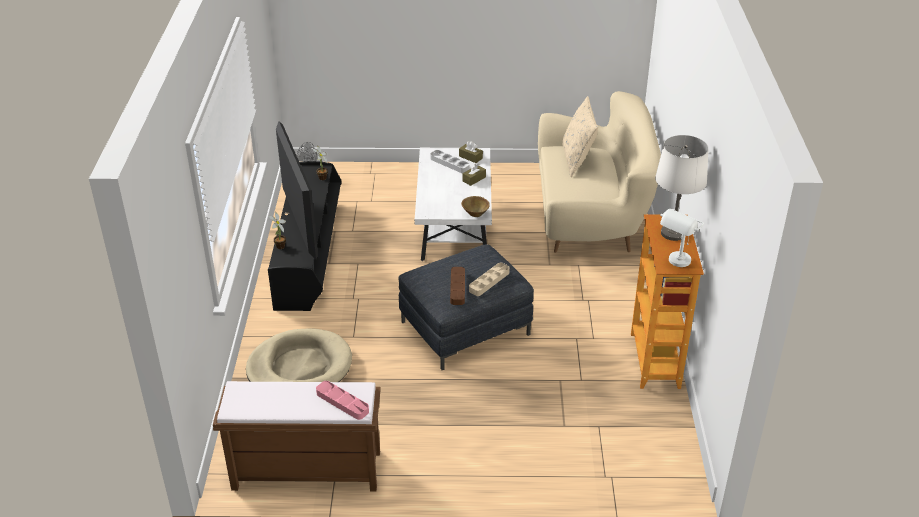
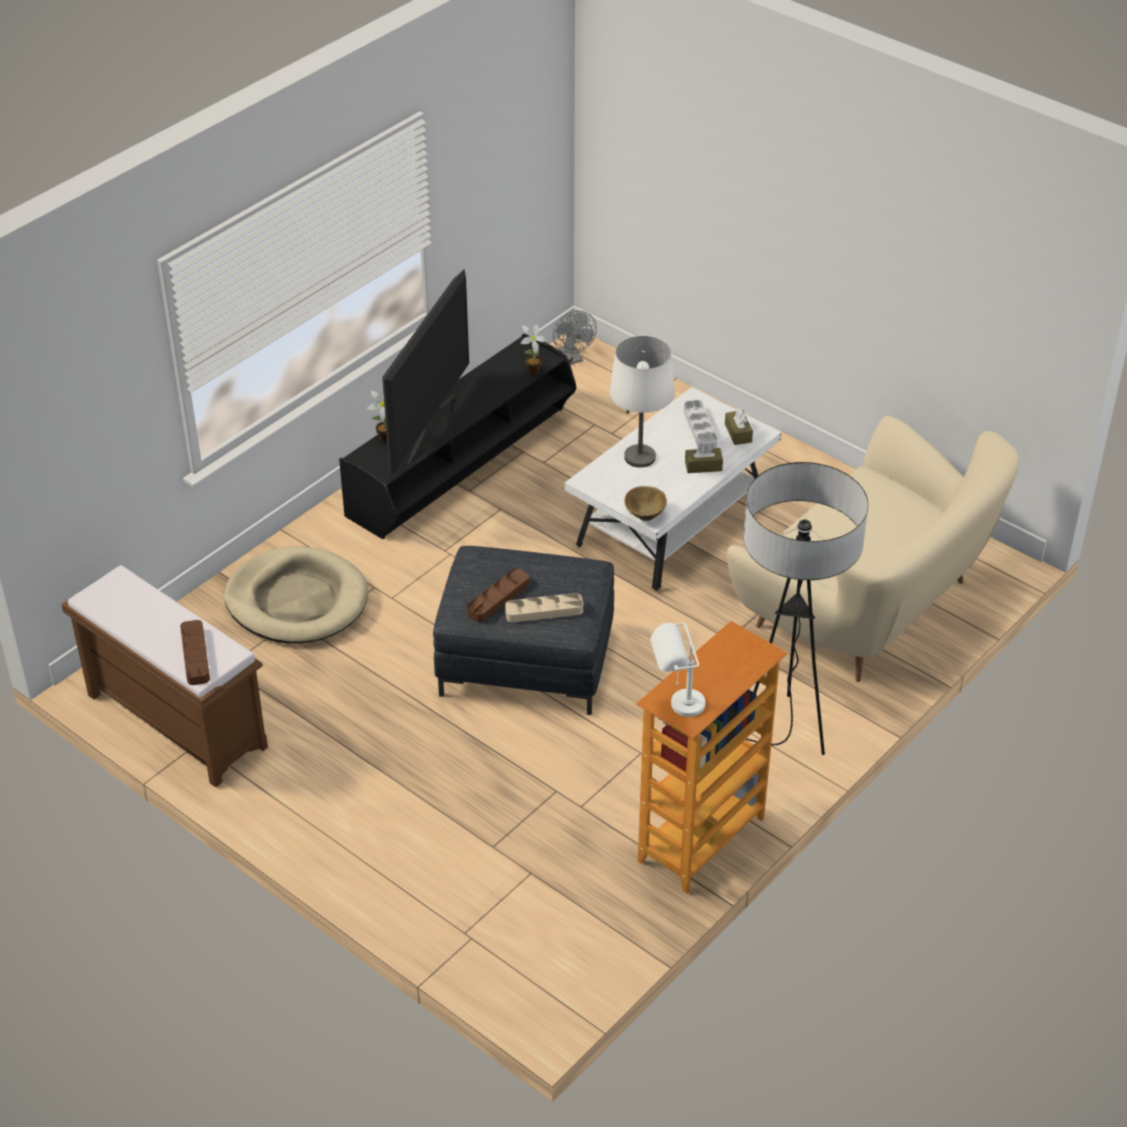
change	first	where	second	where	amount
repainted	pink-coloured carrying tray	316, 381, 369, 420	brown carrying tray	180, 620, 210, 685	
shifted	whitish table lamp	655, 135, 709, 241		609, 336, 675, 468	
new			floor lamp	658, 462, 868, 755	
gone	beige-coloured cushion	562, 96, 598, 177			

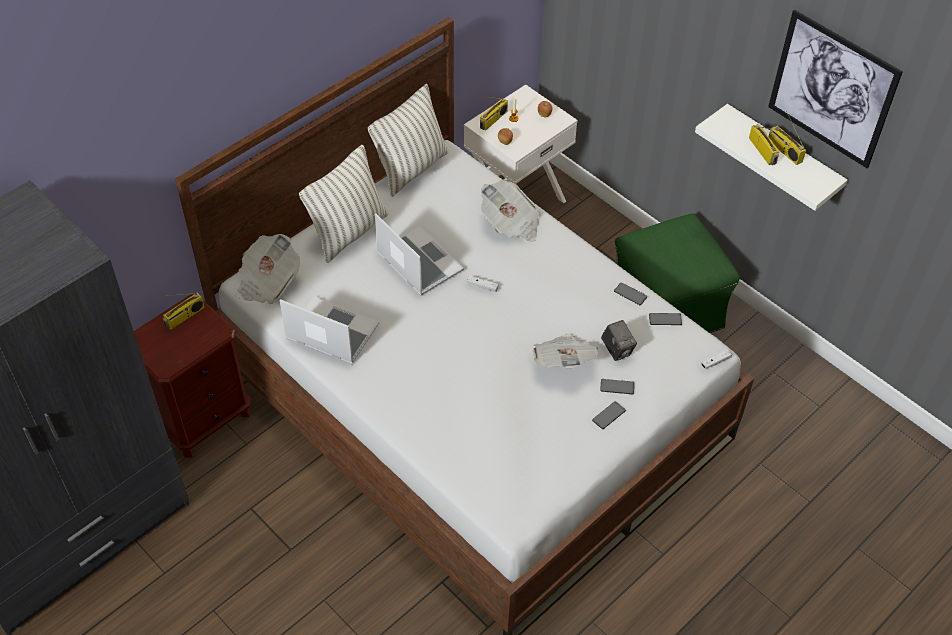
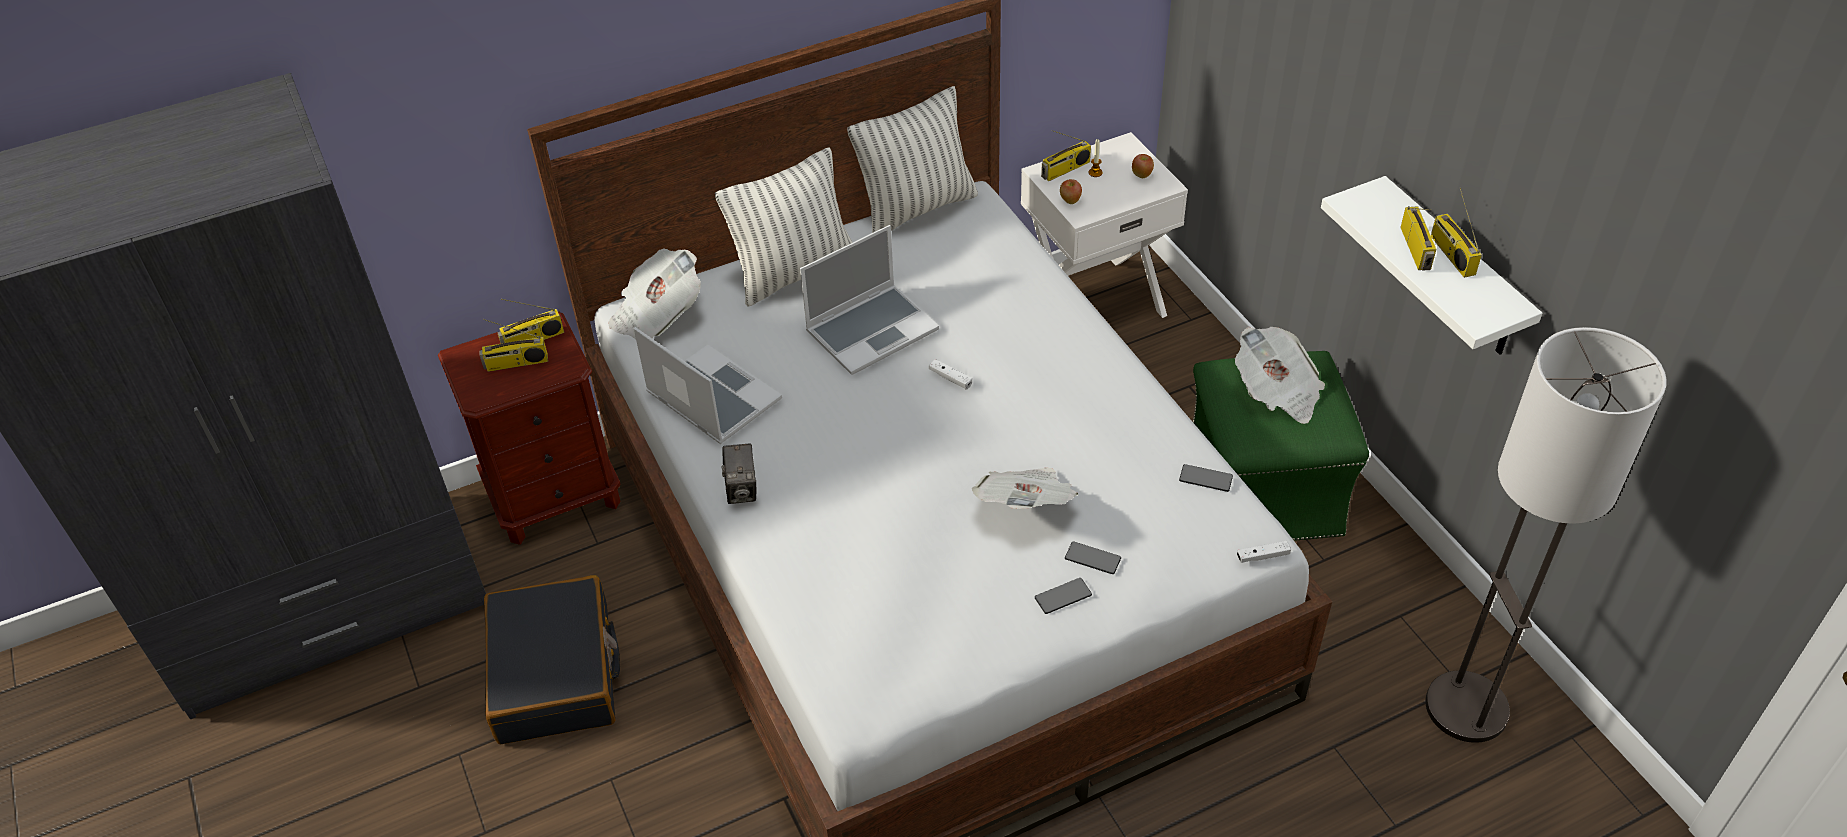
change	first	where	second	where	amount
new			radio set	479, 319, 548, 372	
new			black piece of luggage	484, 575, 620, 744	
shifted	still camera	601, 320, 637, 361		722, 444, 756, 504	
rotated	notebook computer	375, 213, 464, 296		800, 225, 939, 375	75 degrees clockwise
shifted	printed paper	481, 181, 541, 242		1235, 327, 1325, 424	
new			floor lamp	1425, 327, 1667, 743	
gone	handset	614, 282, 647, 305			
gone	wall picture	768, 10, 903, 168			

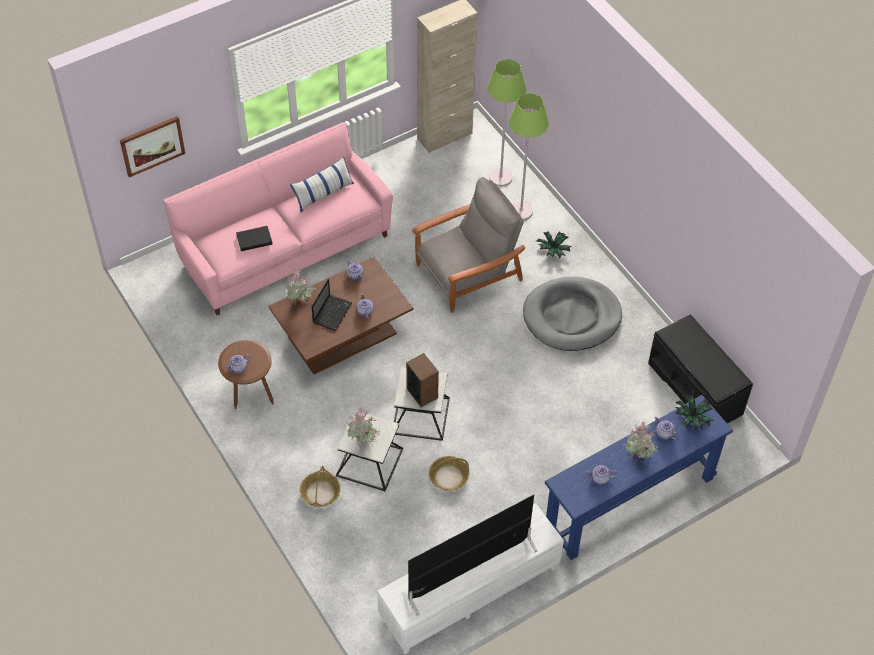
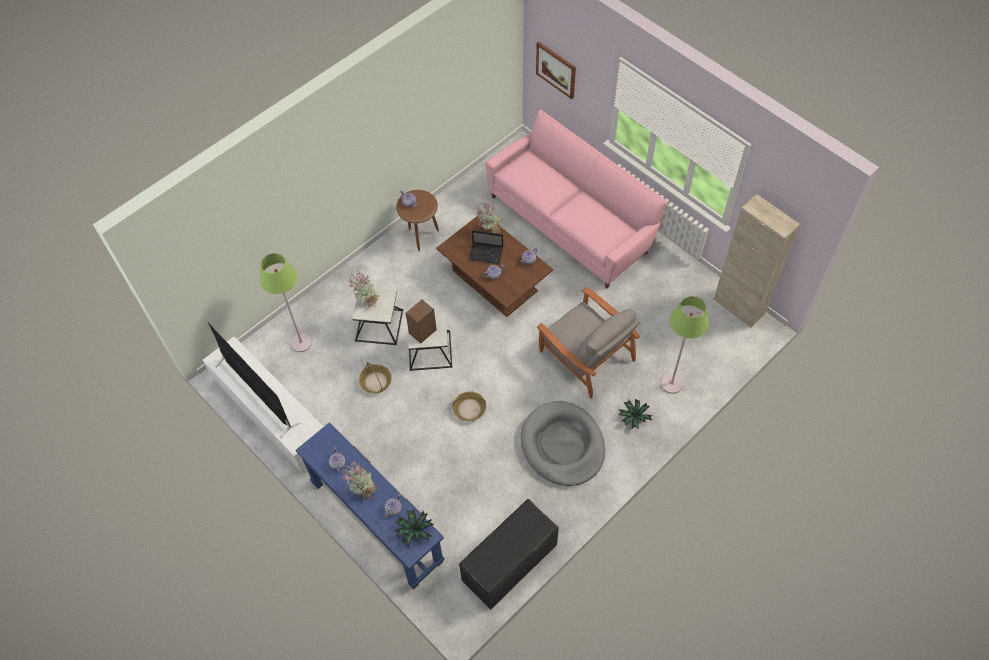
change	first	where	second	where	amount
shifted	greenish floor lamp	487, 59, 527, 186		260, 253, 312, 352	
shifted	storage basket	300, 466, 341, 507		452, 391, 486, 421	
gone	black volume	236, 226, 273, 251			
gone	cushion	290, 156, 354, 212			

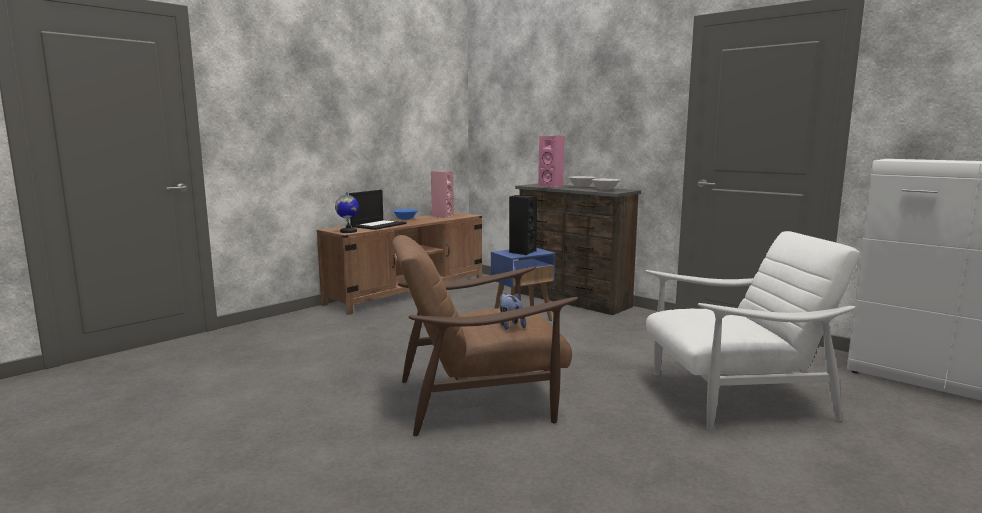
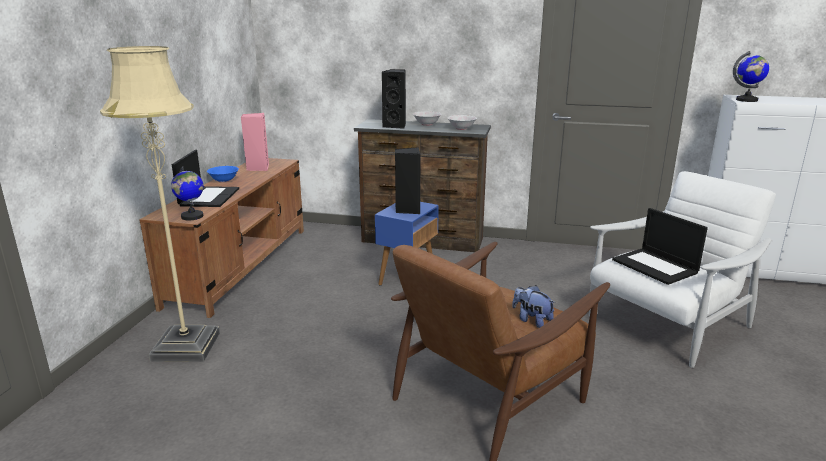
change	first	where	second	where	amount
new			beige-coloured floor lamp	100, 46, 220, 362	
repainted	pink-coloured loudspeaker	538, 136, 565, 188	black loudspeaker	382, 69, 406, 129	
new			notebook computer	612, 208, 708, 285	
new			globe	733, 51, 769, 102	

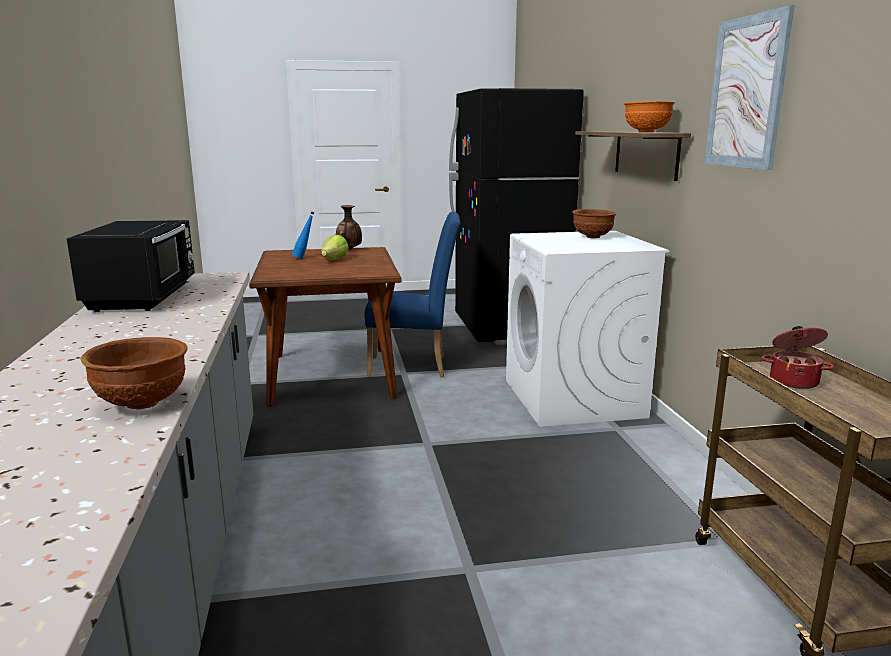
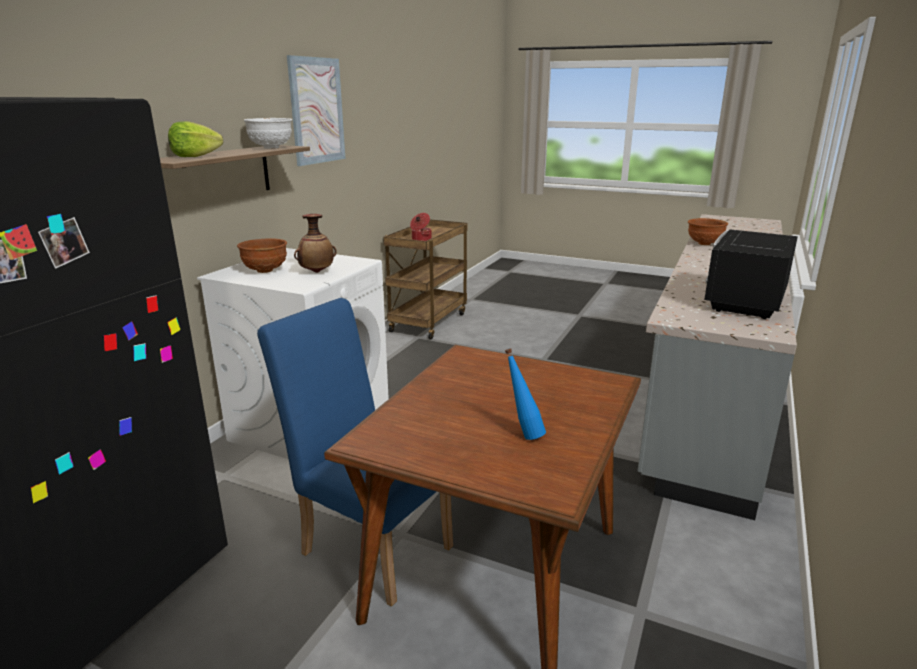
change	first	where	second	where	amount
shifted	head of lettuce	321, 234, 349, 260		168, 121, 223, 157	
repainted	orange-coloured bowl	624, 101, 675, 132	whitish bowl	244, 118, 292, 149	
shifted	flower vase	336, 205, 362, 250		294, 214, 337, 273	

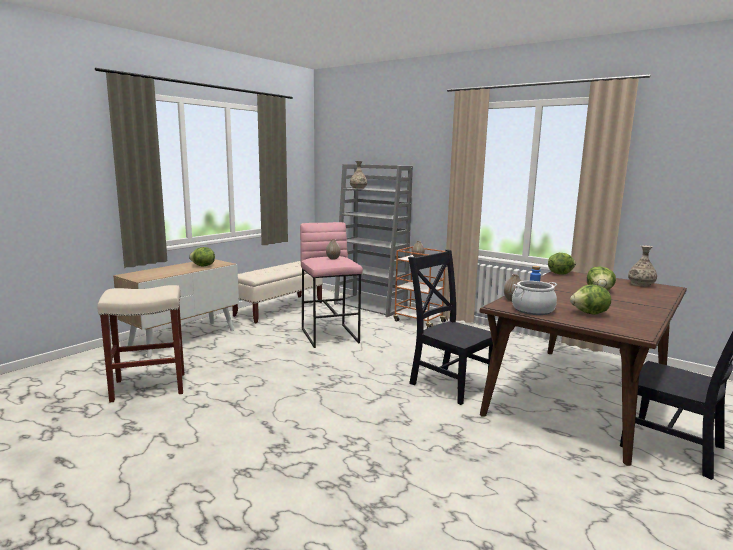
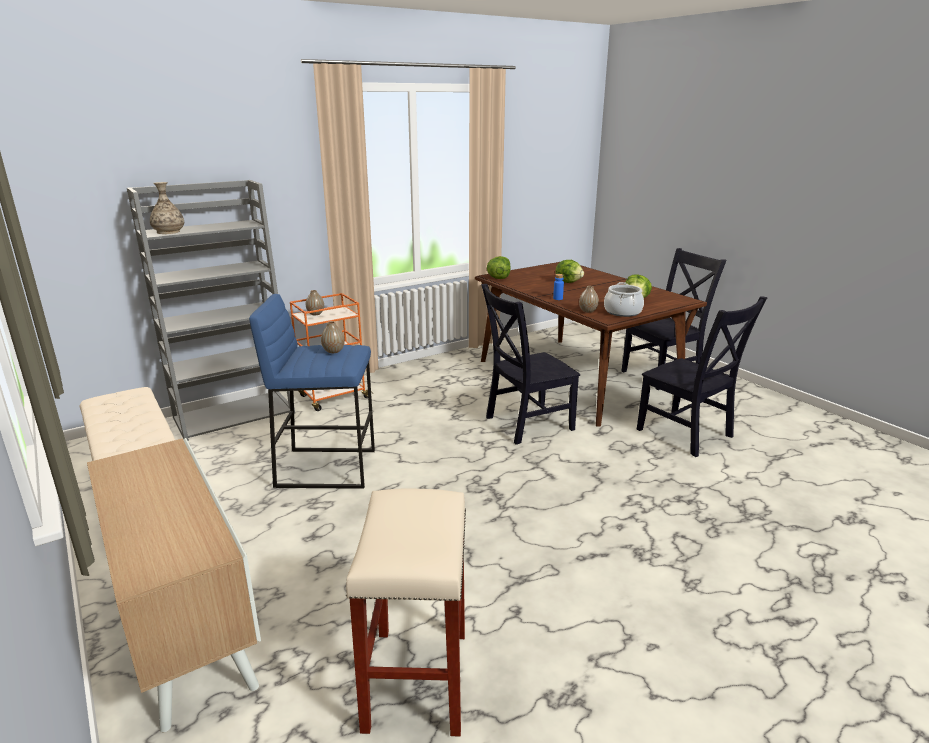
change	first	where	second	where	amount
repainted	pink-coloured stool seat	300, 222, 363, 348	blue stool seat	249, 294, 375, 489	
new			black upright chair	637, 296, 768, 457	
gone	head of lettuce	189, 247, 215, 267			
gone	flower vase	628, 245, 657, 287			

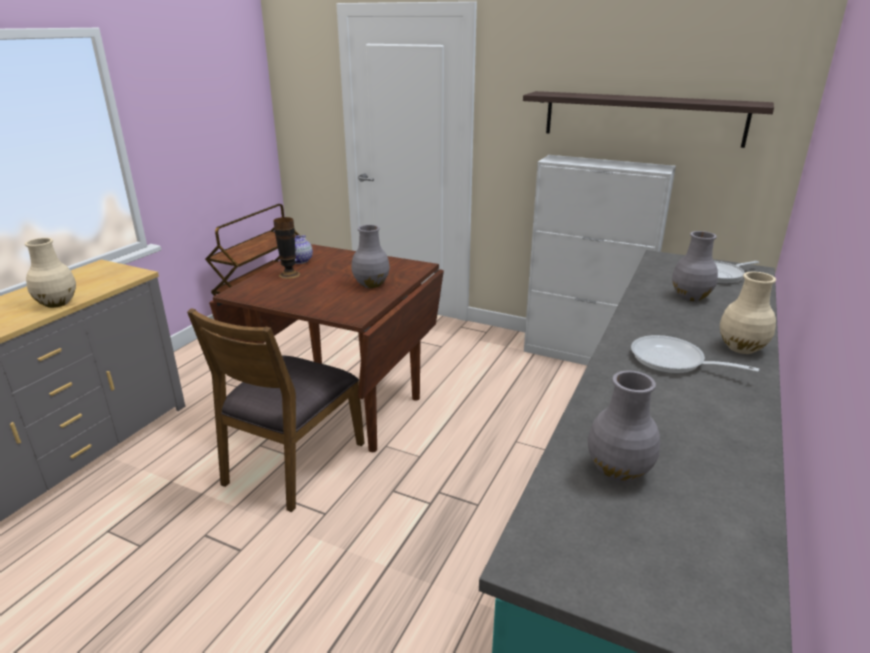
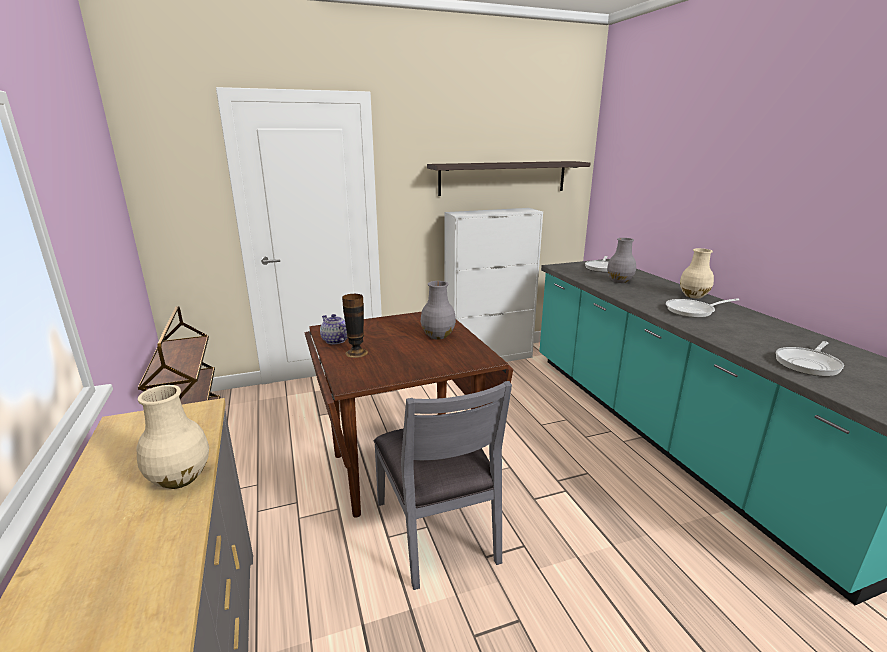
change	first	where	second	where	amount
repainted	brown upright chair	187, 308, 365, 512	gray upright chair	374, 381, 512, 590	
swapped	gray flower vase	588, 371, 660, 482	pan	776, 341, 844, 376	

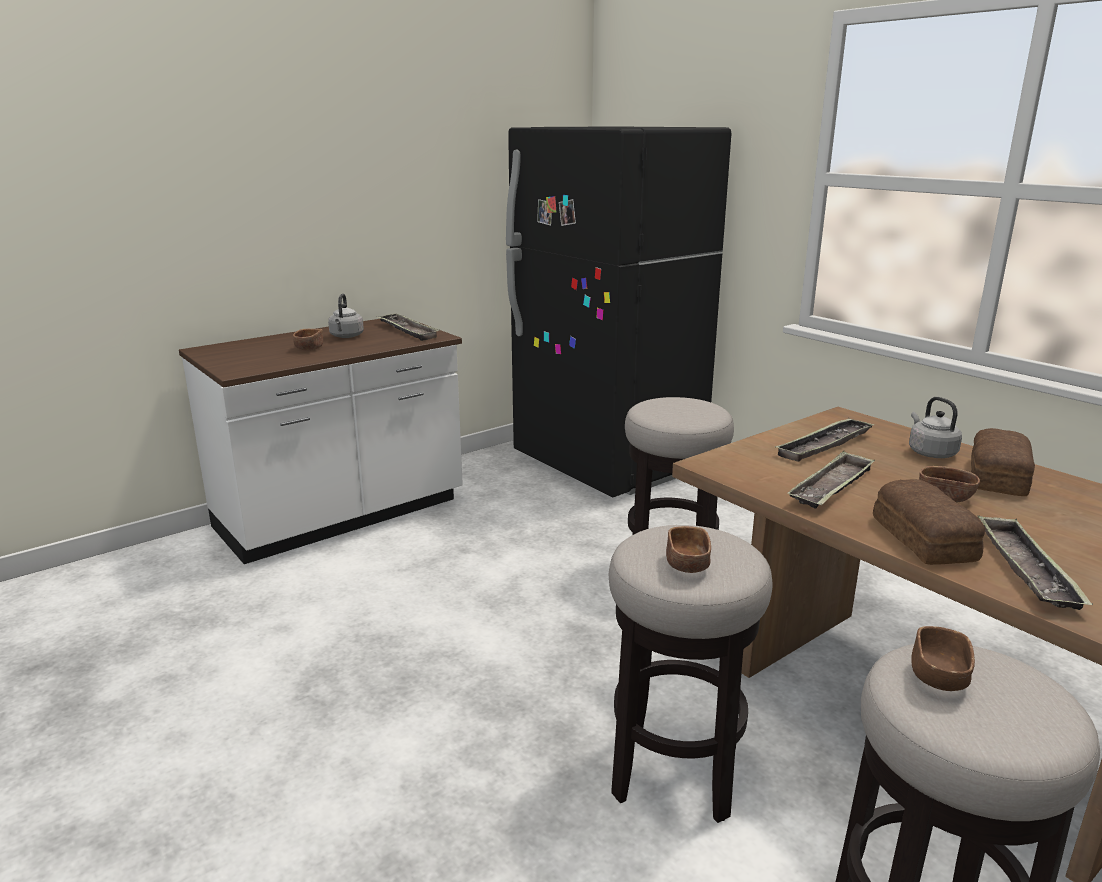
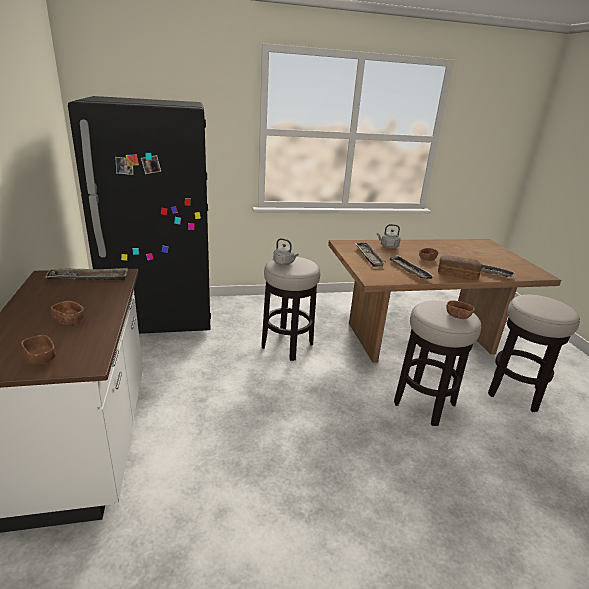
change	first	where	second	where	amount
shifted	brown bowl	911, 626, 975, 691		21, 335, 56, 365	
shifted	gray tea kettle	328, 294, 364, 338		273, 238, 299, 265	
gone	baked bread	971, 428, 1035, 496			

